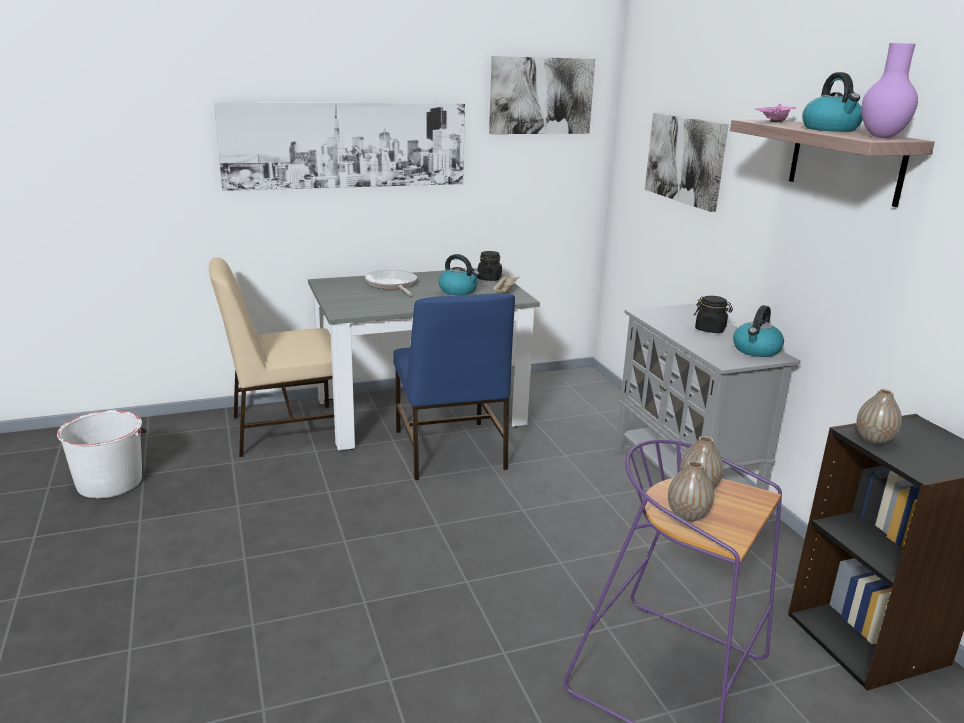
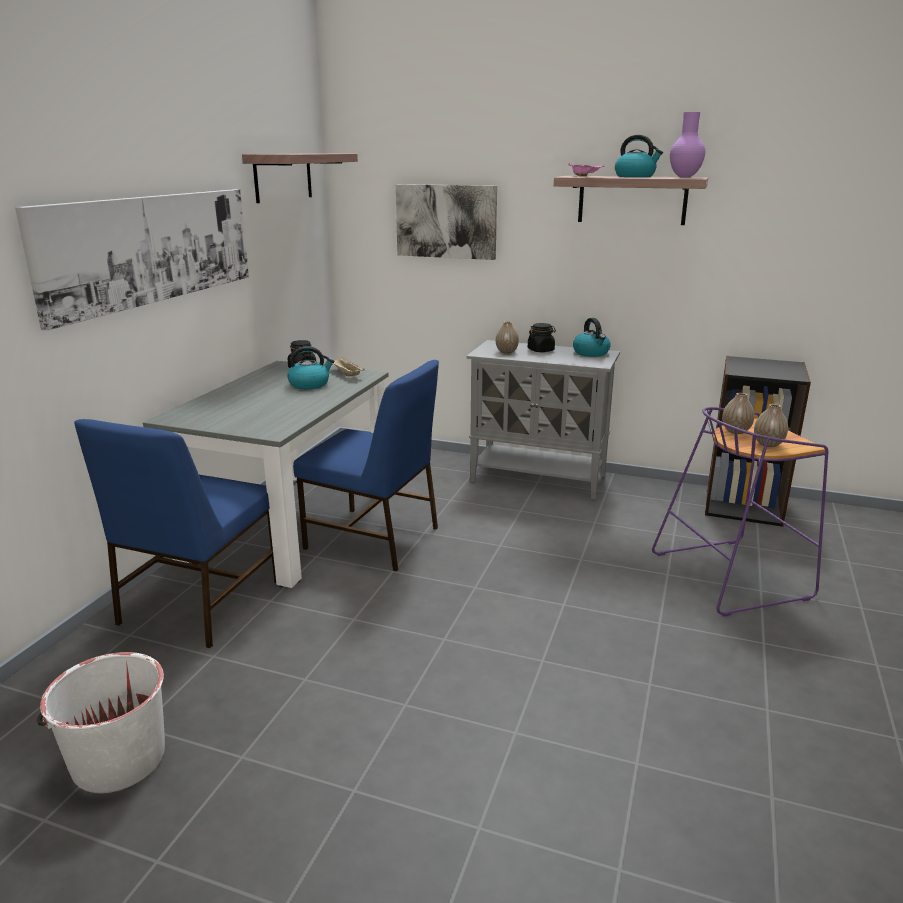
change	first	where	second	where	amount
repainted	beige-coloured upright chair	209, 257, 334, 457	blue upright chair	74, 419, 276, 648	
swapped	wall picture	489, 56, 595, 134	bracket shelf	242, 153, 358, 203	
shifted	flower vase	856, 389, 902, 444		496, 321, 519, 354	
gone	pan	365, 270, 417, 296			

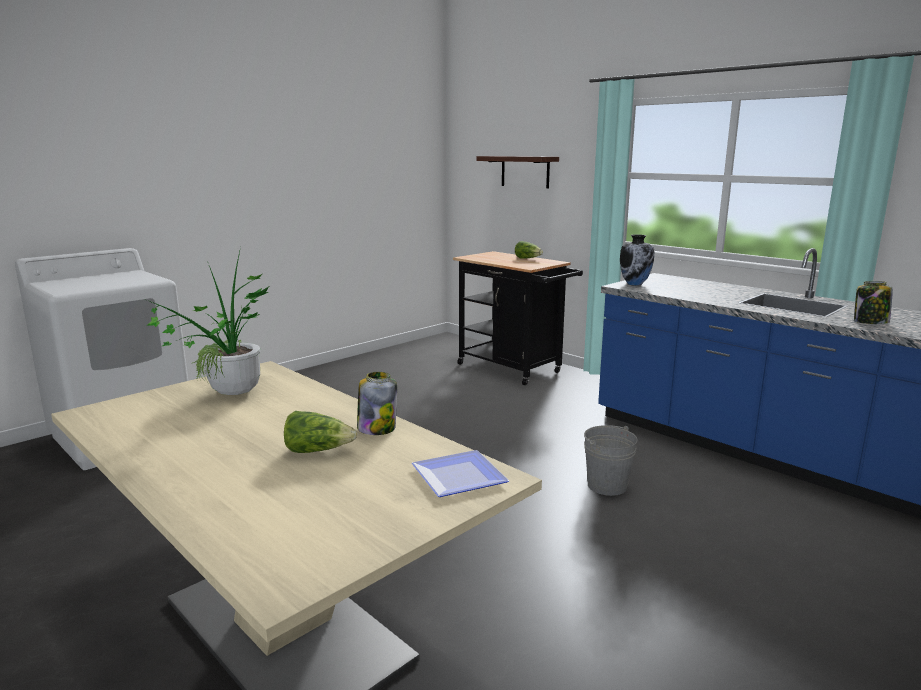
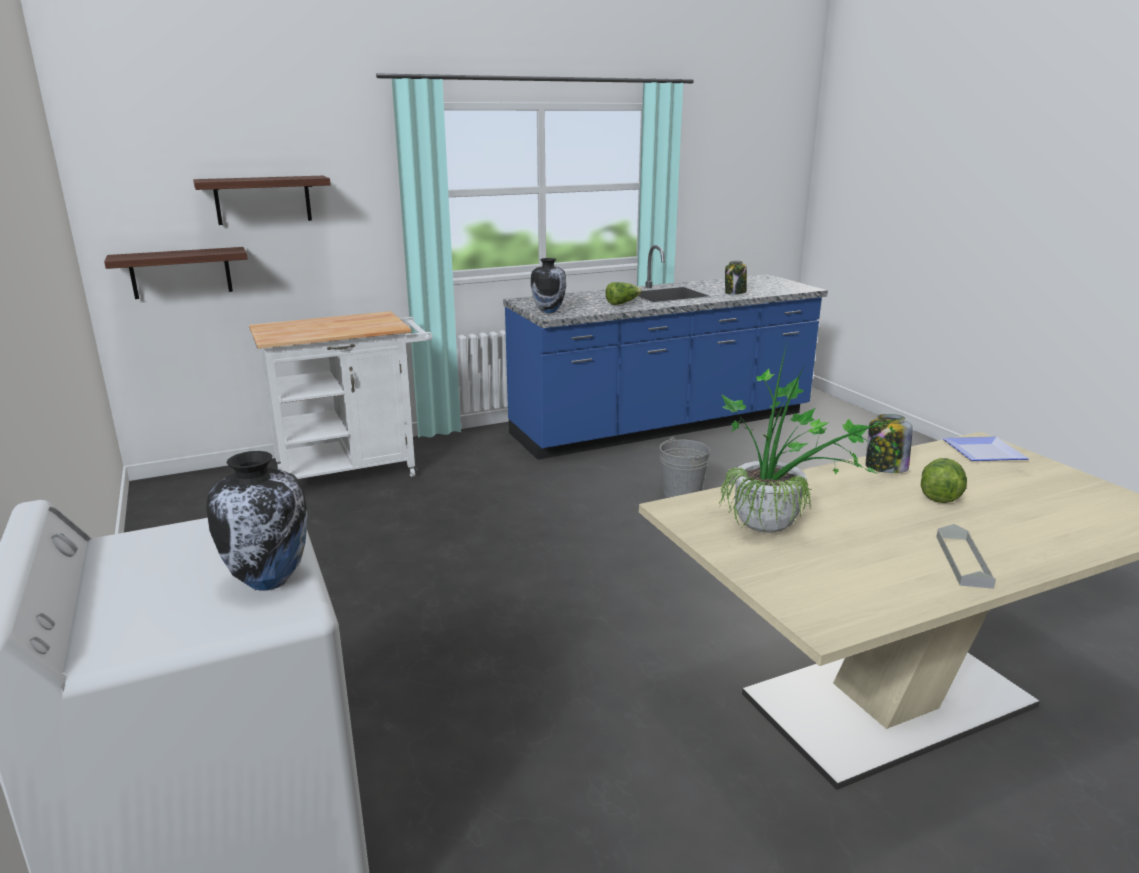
change	first	where	second	where	amount
new			bracket shelf	104, 247, 248, 299	
new			flower vase	206, 451, 308, 591	
repainted	black trolley	453, 251, 583, 385	whitish trolley	249, 311, 432, 479	
shifted	head of lettuce	515, 241, 543, 259		605, 282, 642, 305	
new			gray carrying tray	936, 524, 996, 589	

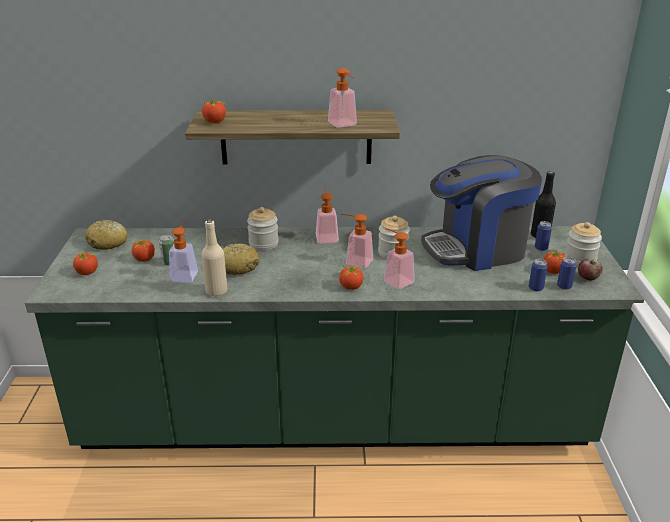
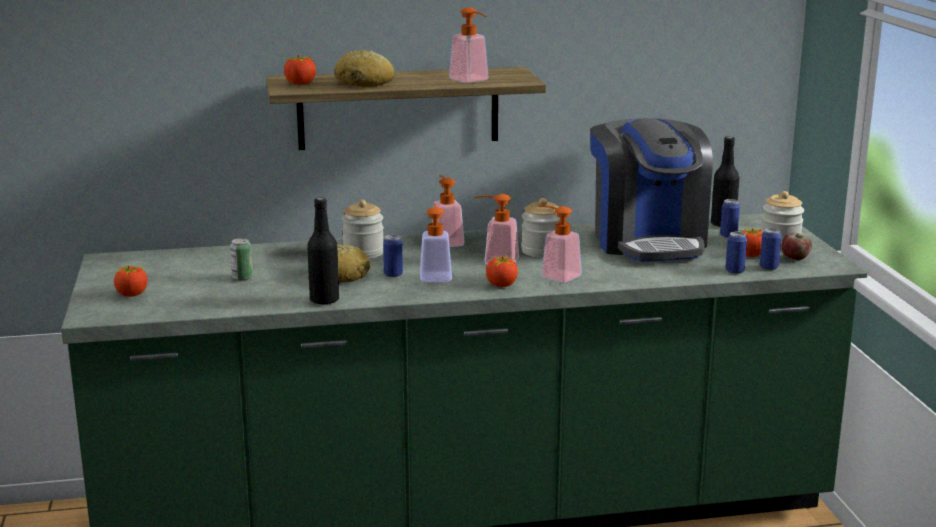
change	first	where	second	where	amount
repainted	beige-coloured beverage bottle	202, 220, 227, 296	black beverage bottle	307, 197, 339, 305	
shifted	baked bread	85, 220, 127, 250		334, 50, 394, 87	
new			metal can	383, 235, 403, 277	
shifted	liquid soap bottle	169, 221, 198, 283		420, 203, 452, 282	
rotated	coffee maker	421, 155, 542, 271		590, 118, 713, 262	75 degrees counterclockwise
gone	fresh tomato	132, 239, 155, 262			

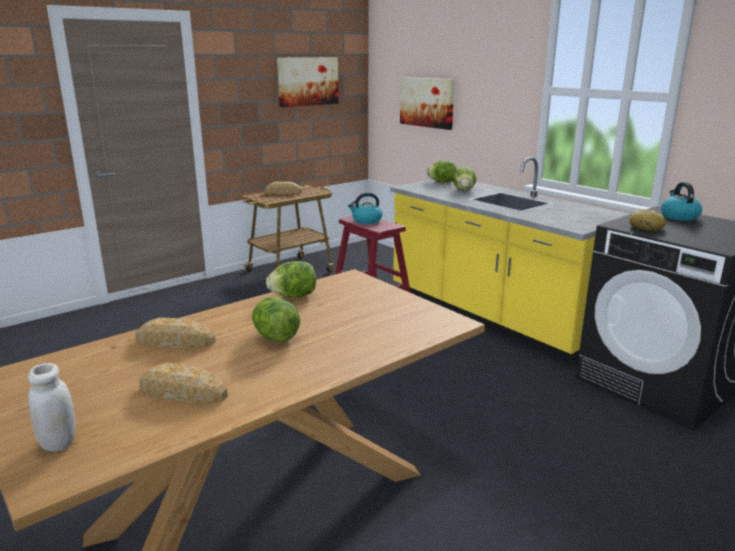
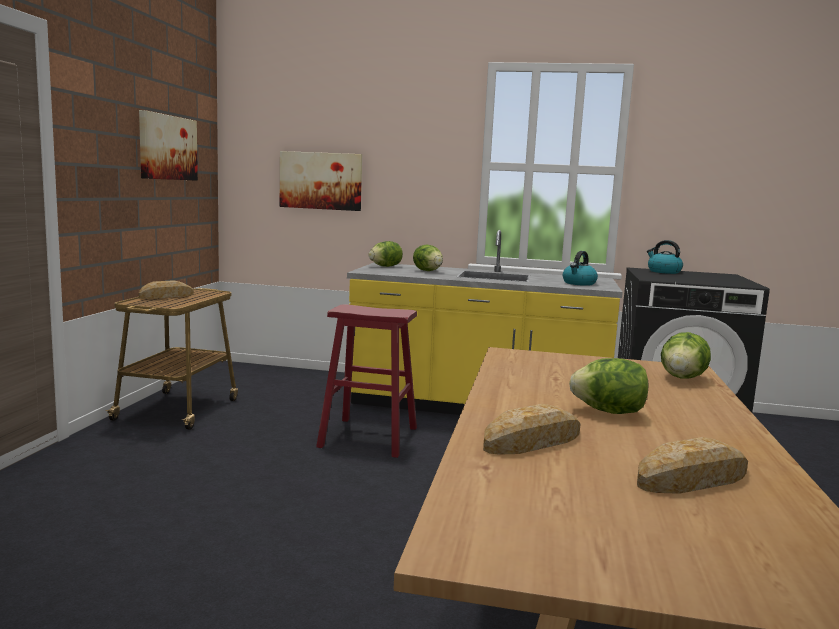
change	first	where	second	where	amount
shifted	tea kettle	348, 192, 382, 224		563, 251, 598, 286	
shifted	head of lettuce	266, 261, 316, 298		661, 332, 711, 378	
gone	whitish storage jar	28, 363, 76, 452			
gone	baked bread	629, 209, 666, 231			

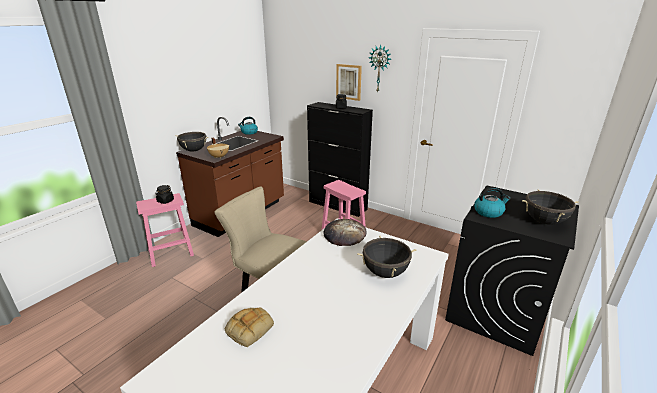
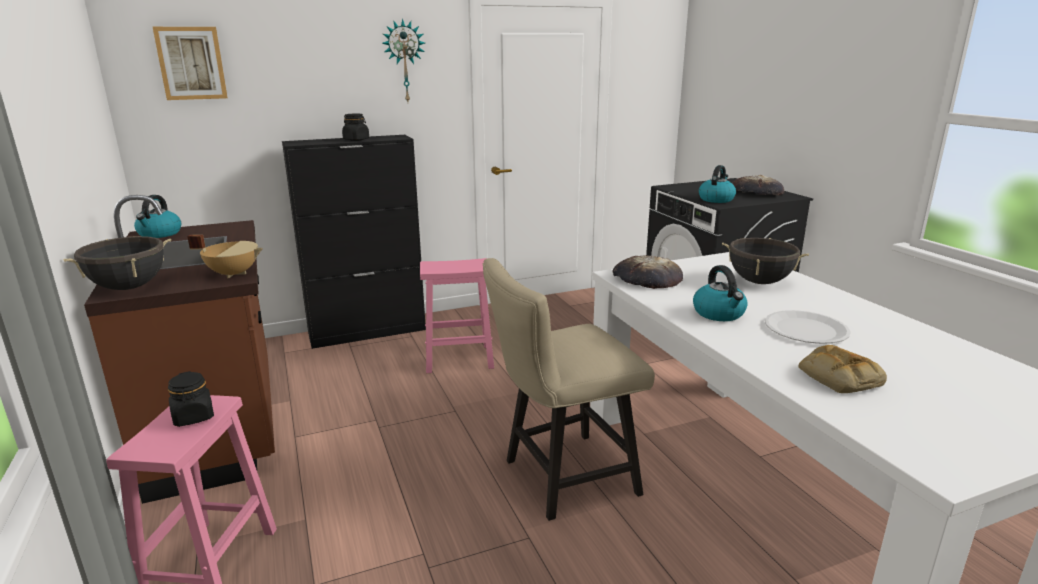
change	first	where	second	where	amount
shifted	wall picture	336, 64, 362, 101		153, 27, 228, 100	
new			tea kettle	693, 265, 748, 321	
swapped	black stockpot	522, 189, 579, 225	baked bread	732, 175, 784, 195	
new			whitish plate	765, 310, 851, 344	

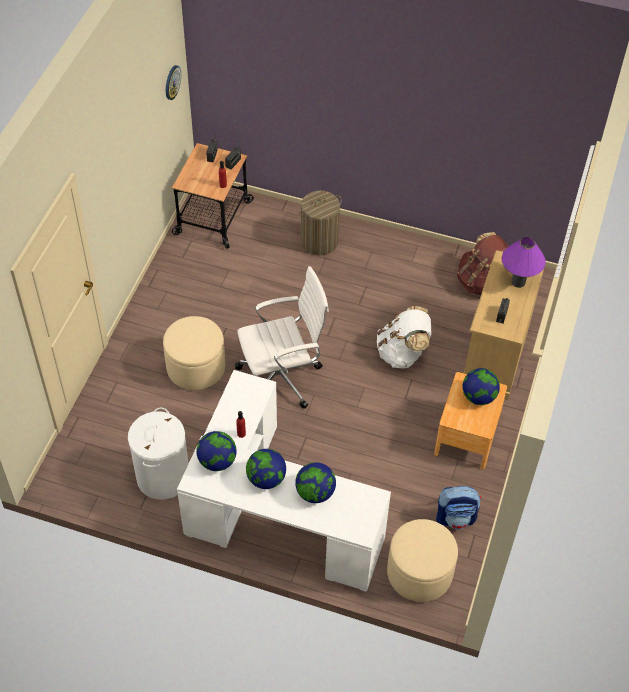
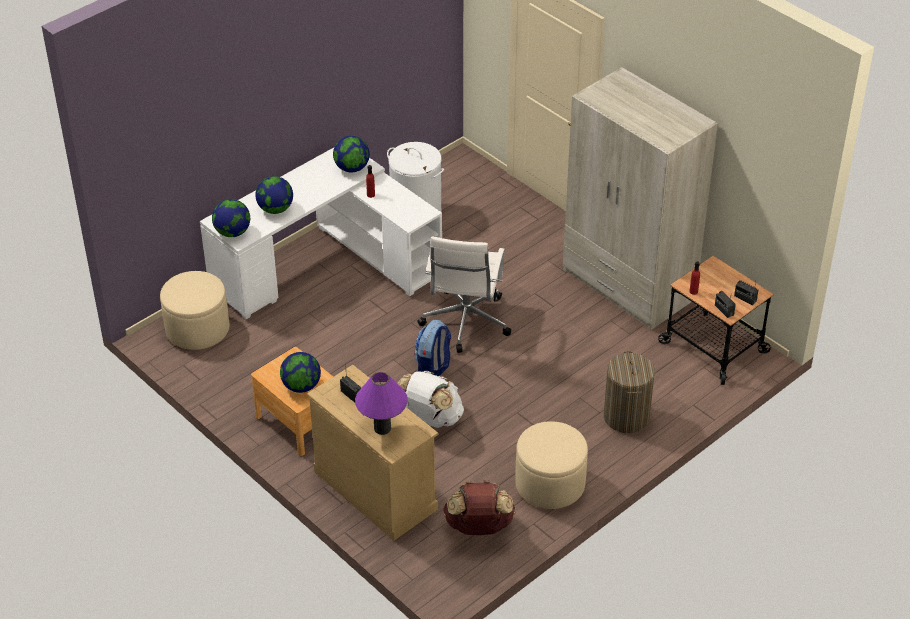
change	first	where	second	where	amount
shifted	globe	246, 449, 286, 489		212, 199, 250, 237	
shifted	backpack	436, 486, 481, 529		414, 320, 452, 377	
shifted	beige-coloured pouffe	163, 316, 225, 390		515, 421, 588, 509	
new			beige-coloured wardrobe	563, 67, 718, 330	
gone	wall clock	166, 65, 181, 100			

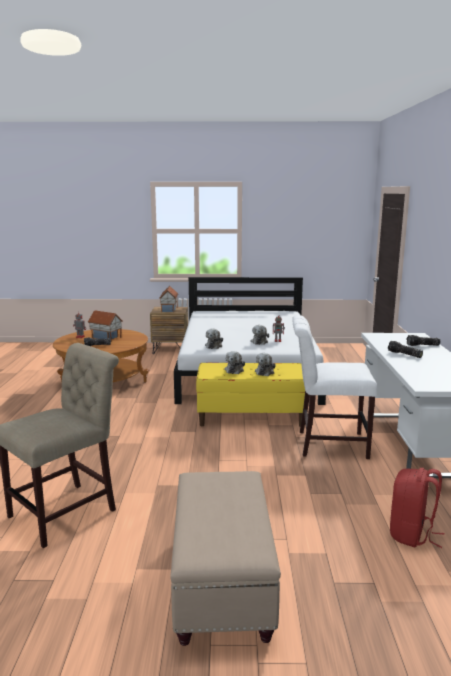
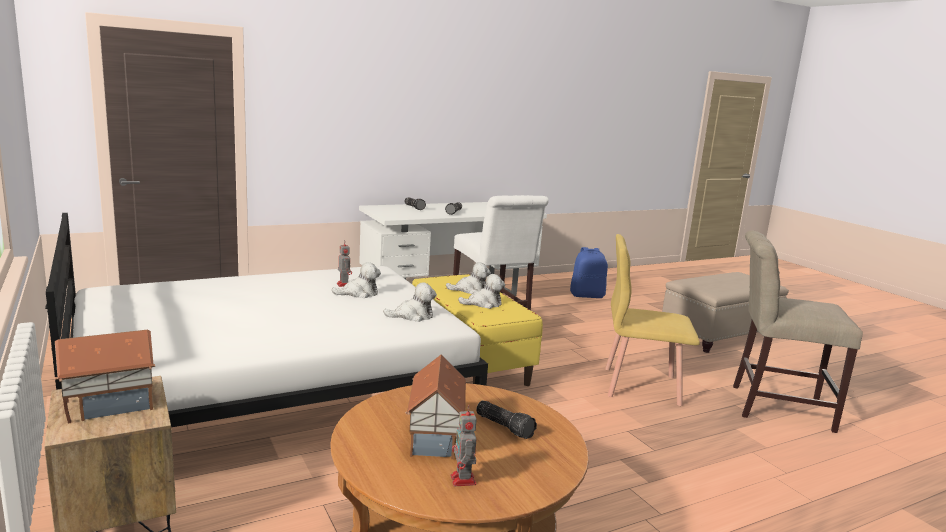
change	first	where	second	where	amount
repainted	red backpack	390, 468, 445, 548	blue backpack	570, 247, 608, 298	
new			yellow upright chair	605, 234, 700, 406	

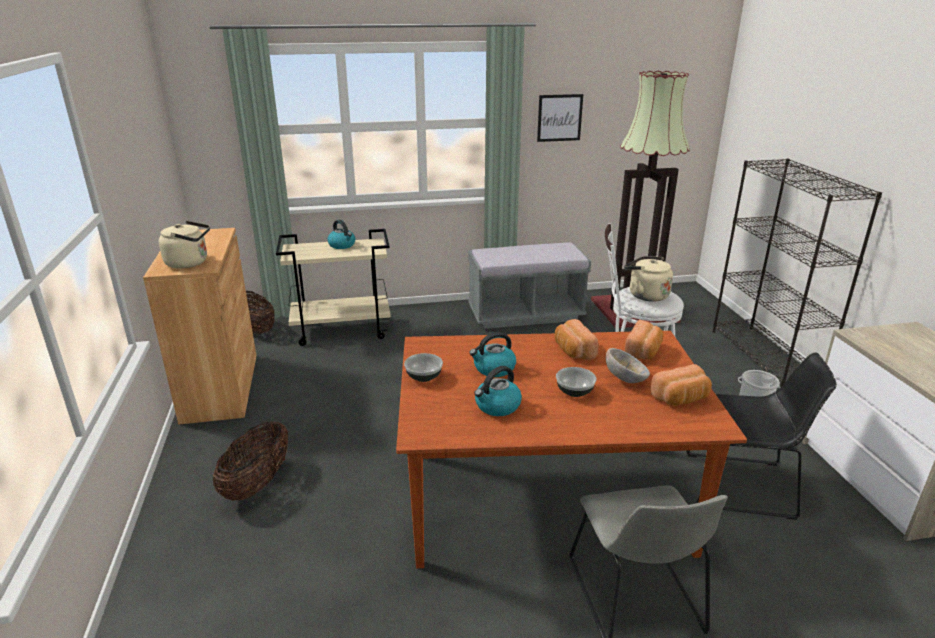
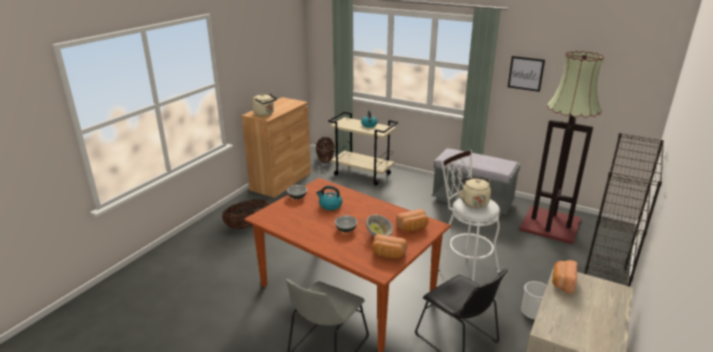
change	first	where	second	where	amount
shifted	baked bread	555, 319, 599, 360		552, 260, 577, 294	
gone	tea kettle	474, 366, 522, 416			

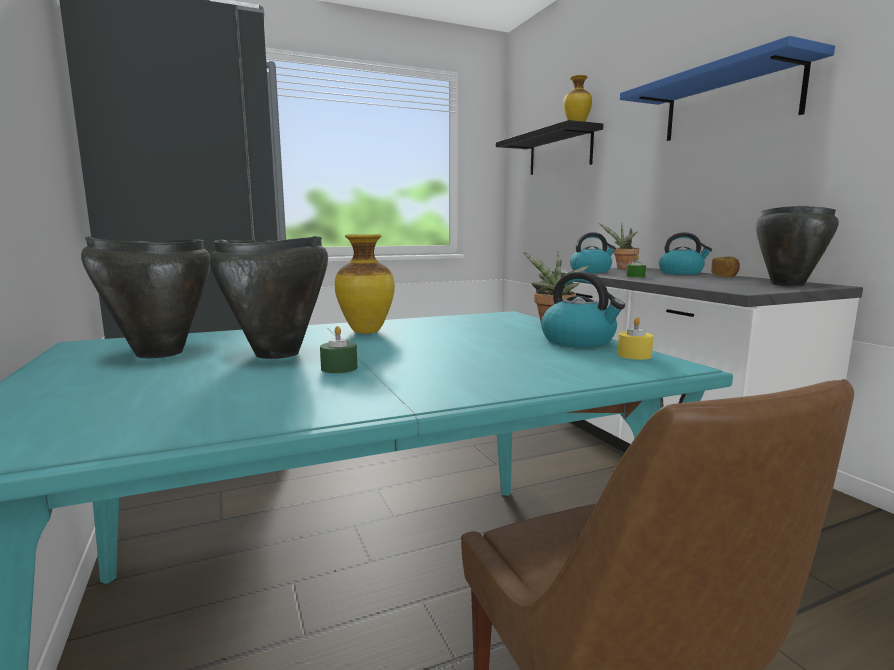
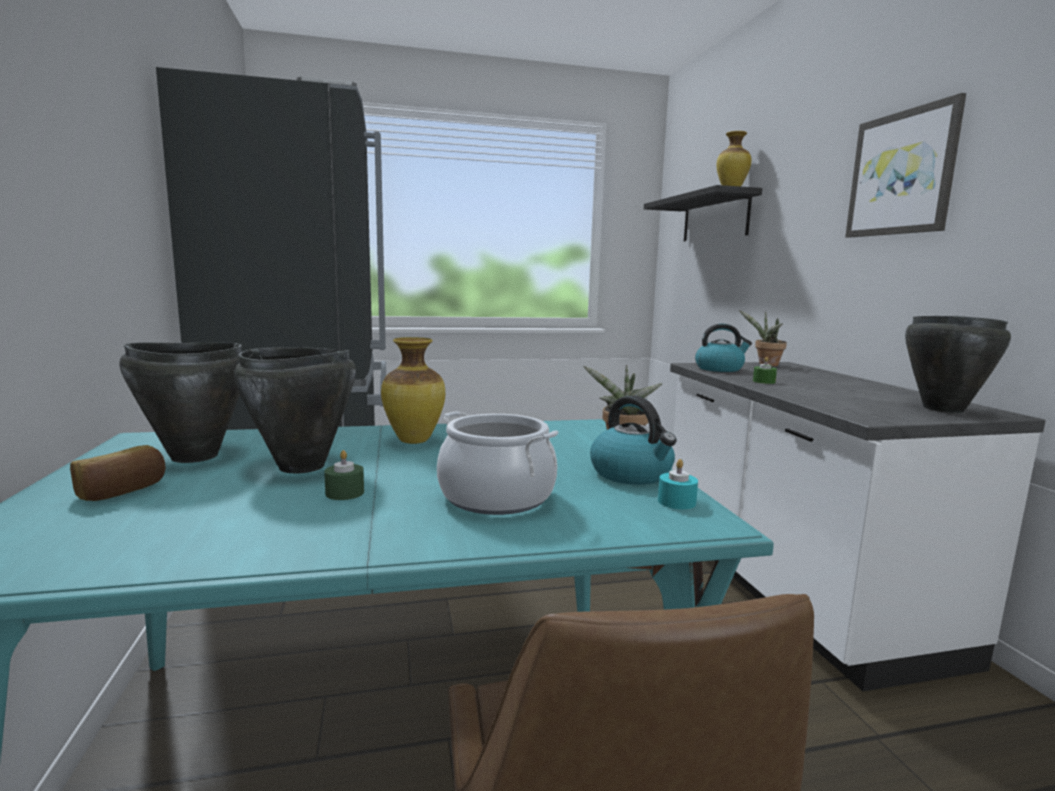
change	first	where	second	where	amount
shifted	baked bread	711, 257, 740, 277		70, 445, 166, 501	
new			stockpot	437, 411, 559, 515	
repainted	yellow candle	617, 317, 653, 360	turquoise candle	658, 459, 698, 509	
swapped	blue bracket shelf	620, 36, 835, 141	wall picture	845, 93, 966, 238	
gone	tea kettle	659, 232, 712, 275			

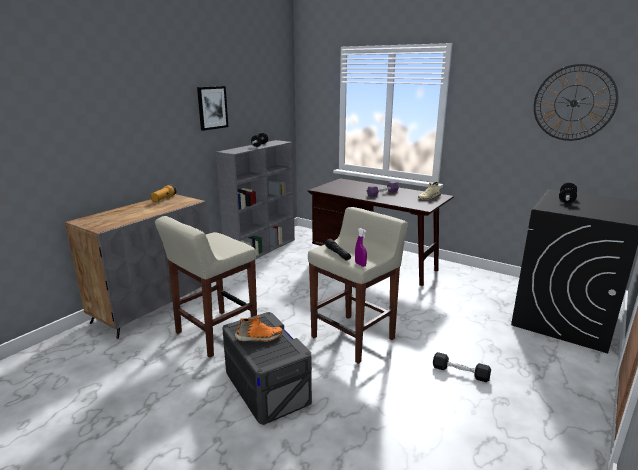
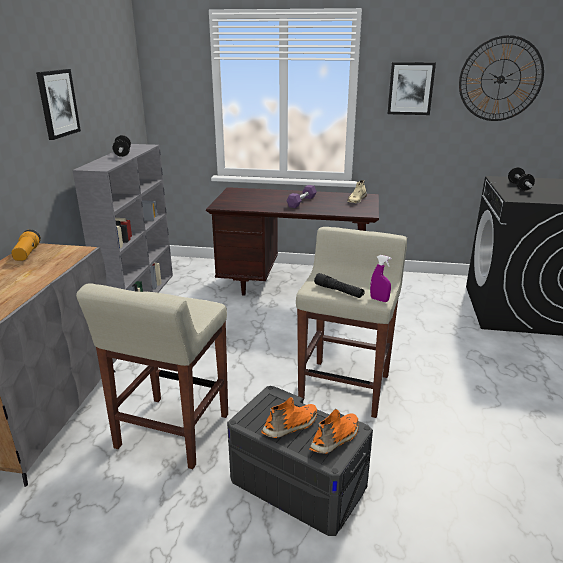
change	first	where	second	where	amount
new			orange-coloured item of footwear	310, 409, 359, 454	
new			wall picture	387, 62, 436, 115	
gone	black free weight	433, 352, 491, 382			

